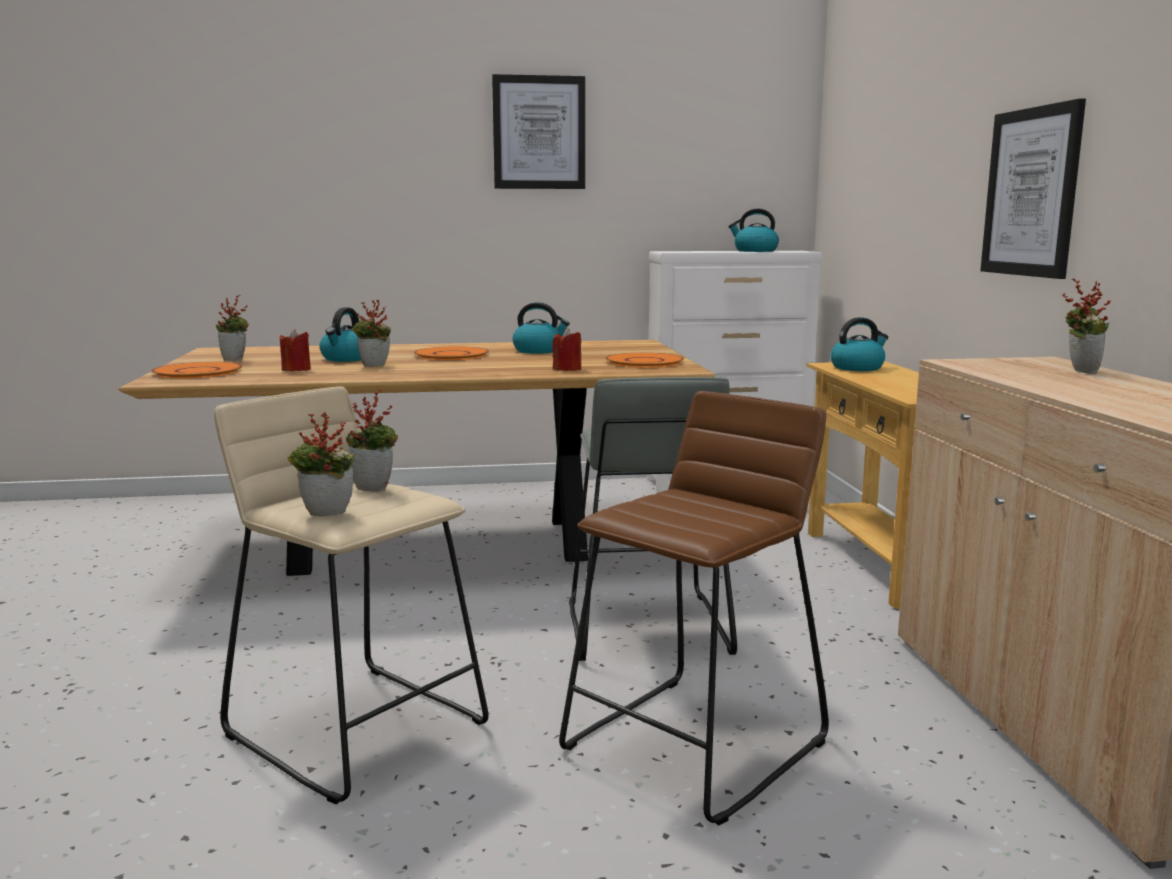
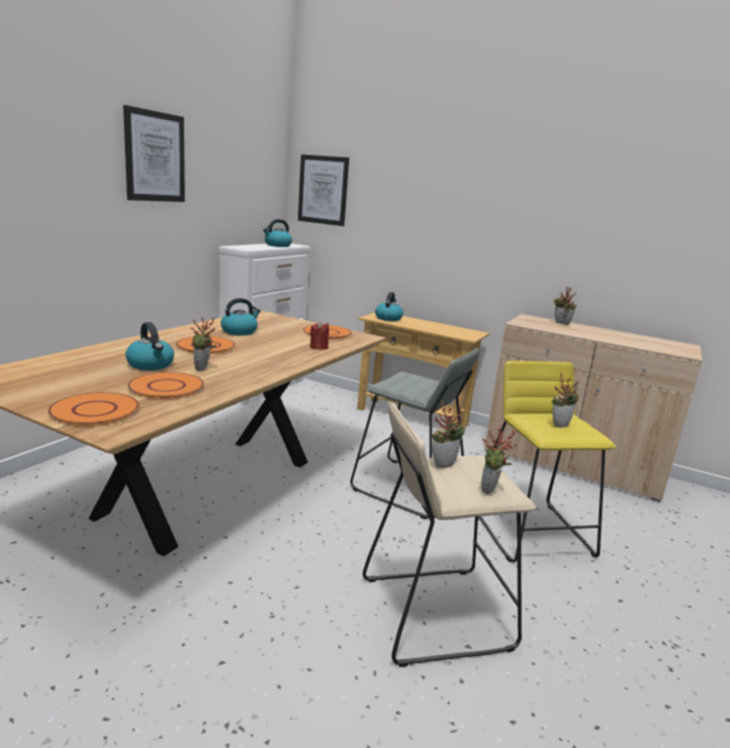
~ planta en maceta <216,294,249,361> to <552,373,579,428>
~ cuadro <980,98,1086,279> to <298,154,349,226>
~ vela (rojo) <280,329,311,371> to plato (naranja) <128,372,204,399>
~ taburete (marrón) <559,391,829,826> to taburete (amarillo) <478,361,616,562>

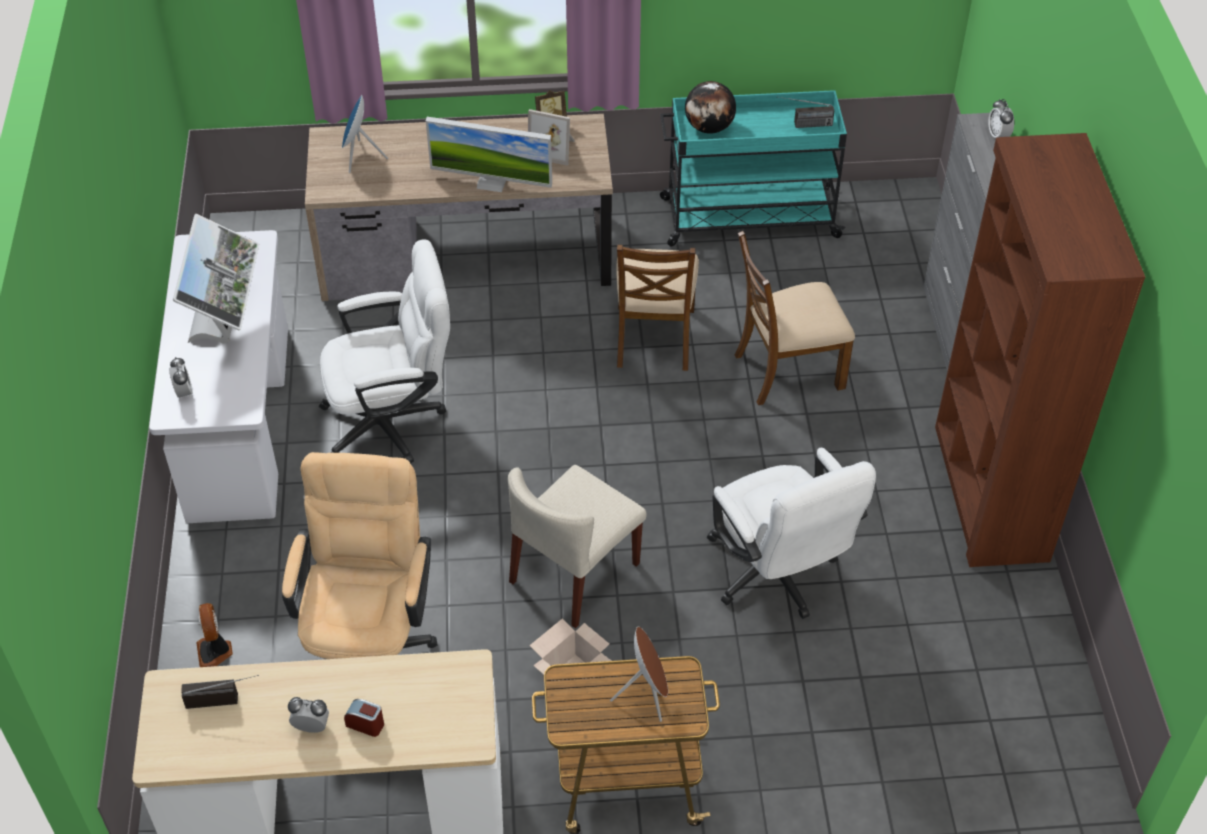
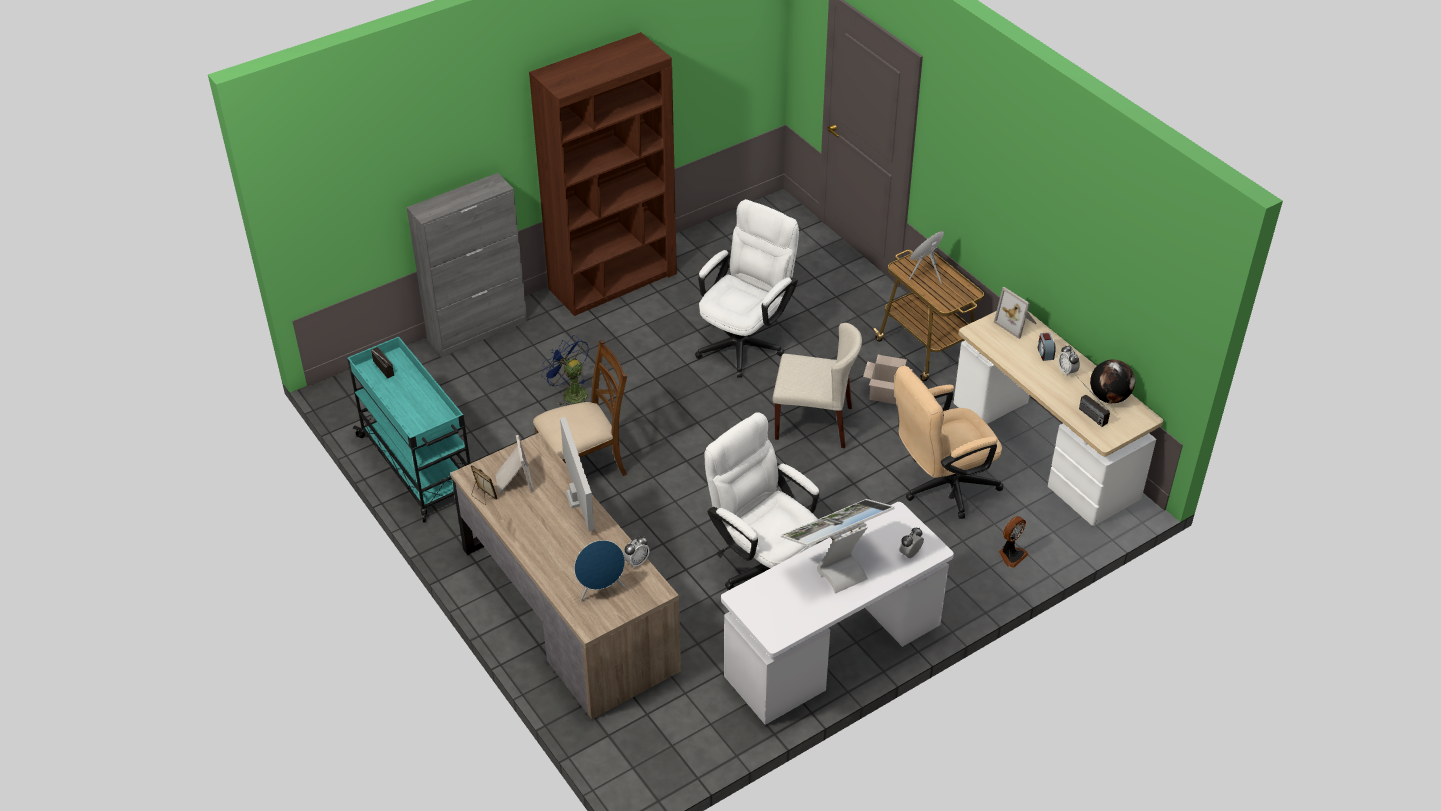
+ portarretratos <994,287,1036,339>
~ globo terráqueo <685,81,736,134> to <1090,359,1135,403>
~ despertador <989,99,1014,138> to <623,536,649,568>
~ silla (marrón) <735,231,855,405> to ventilador (azul) <541,335,589,405>

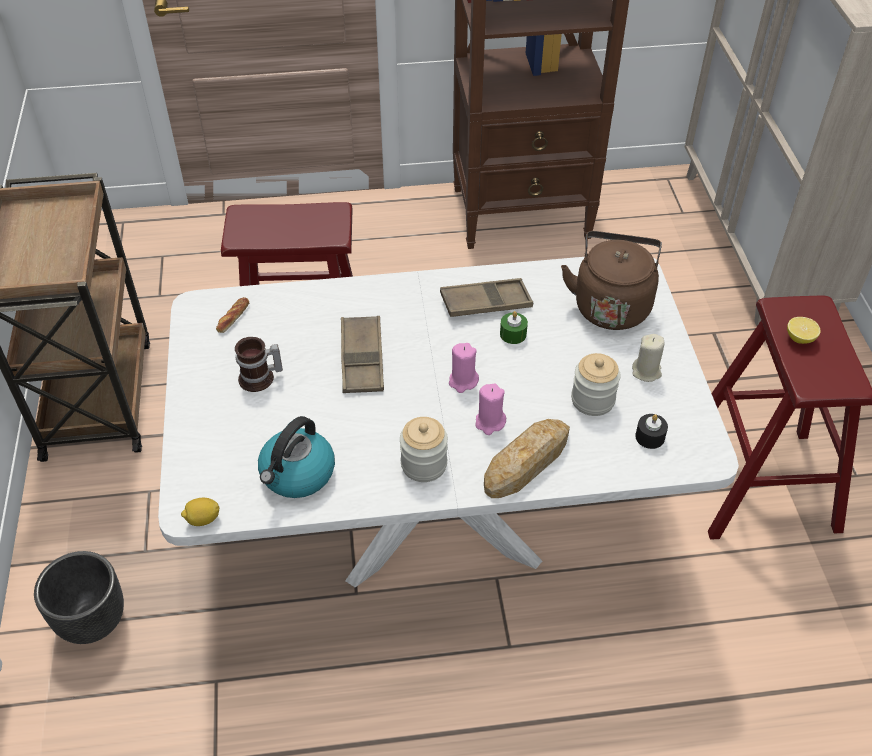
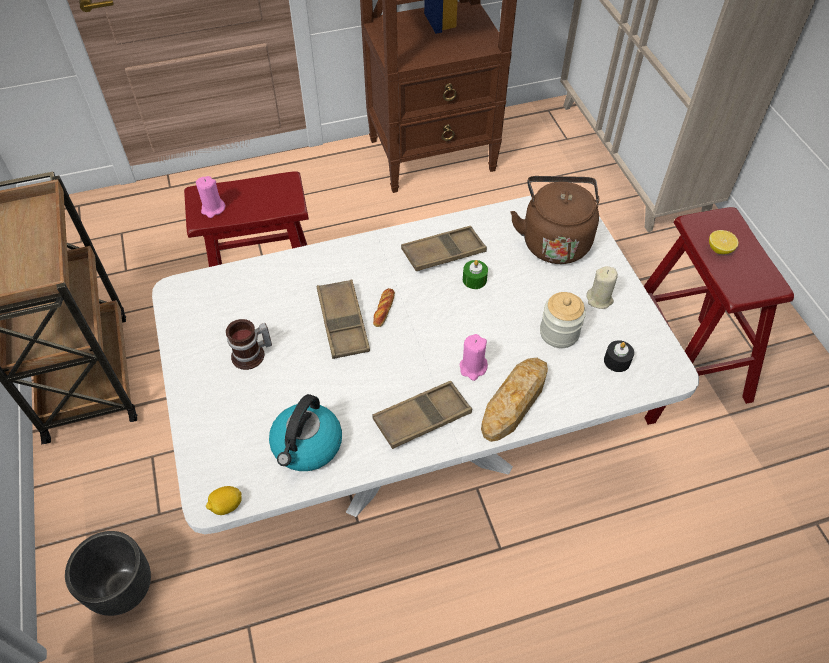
~ pan <216,297,249,333> to <373,288,395,327>
~ vela (rosa) <449,343,479,393> to <196,176,225,218>
~ tarro <400,417,448,482> to bandeja (marrón) <372,381,472,449>

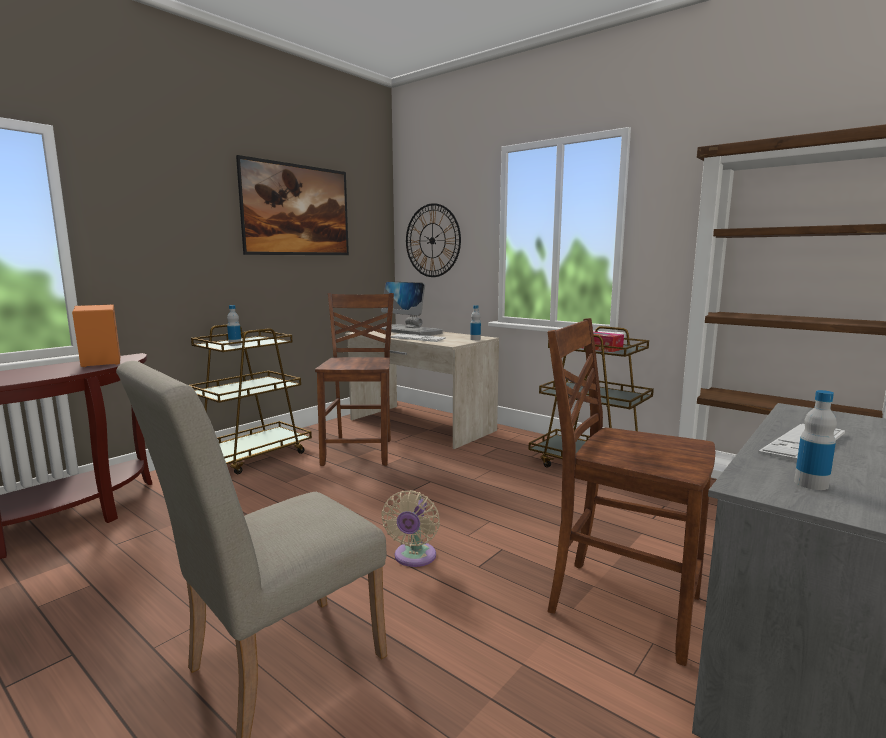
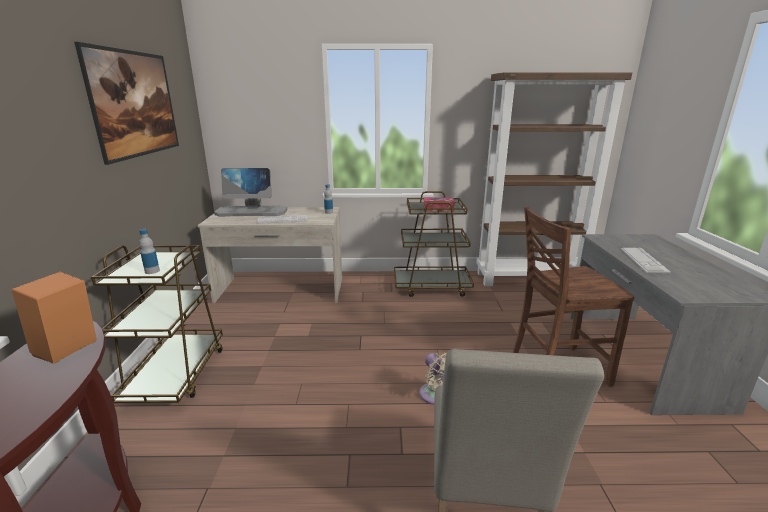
- silla (marrón) <315,293,394,466>
- reloj de pared <406,203,461,277>
- botella <794,390,837,490>

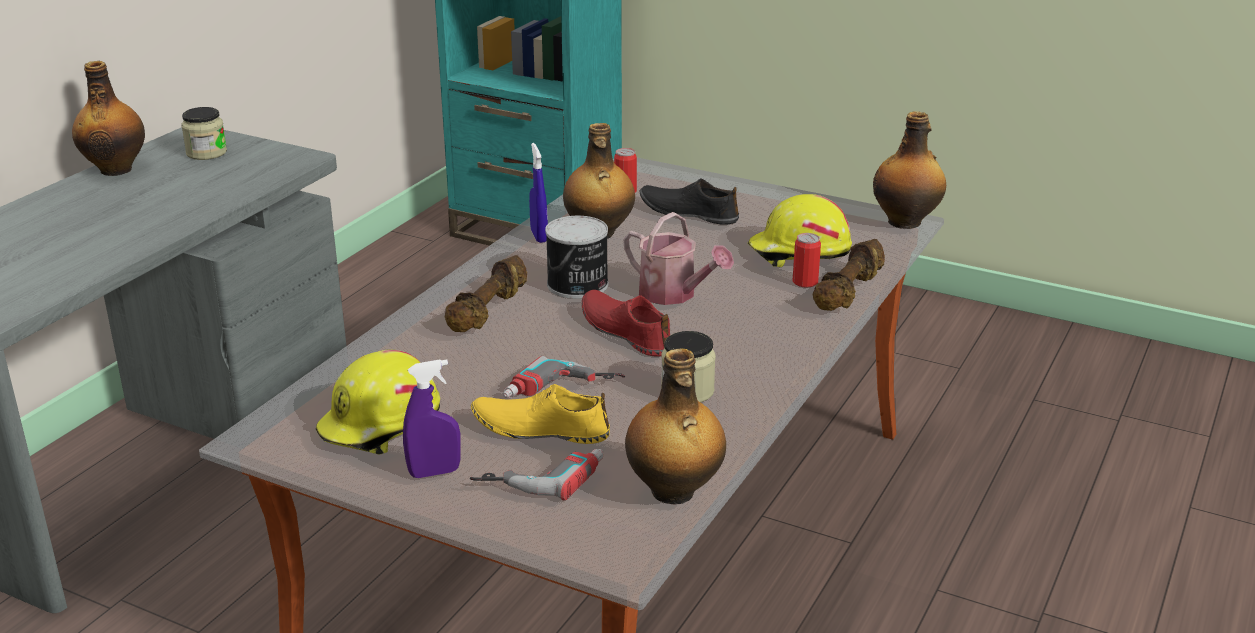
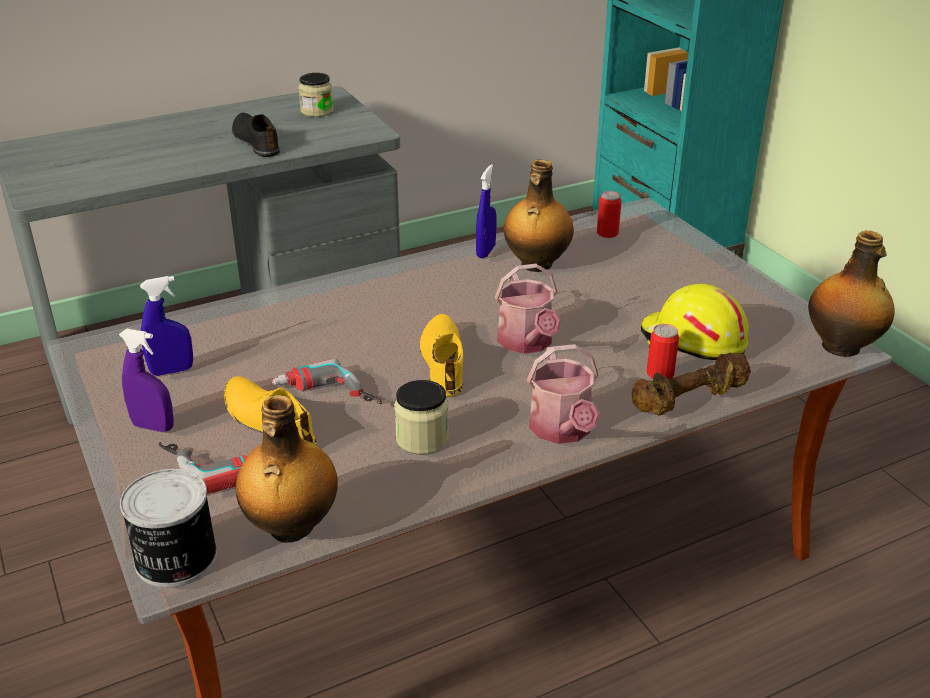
- botella <72,61,145,176>
- mancuerna (marrón) <445,255,527,332>
+ regadera <527,344,600,444>
~ lata <545,216,608,299> to <120,469,218,587>
~ zapato (negro) <639,178,739,225> to <232,113,280,157>
~ casco (amarillo) <315,350,440,455> to pulverizador (azul) <140,276,193,376>
~ zapato (rojo) <582,290,670,357> to zapato (amarillo) <420,314,463,397>

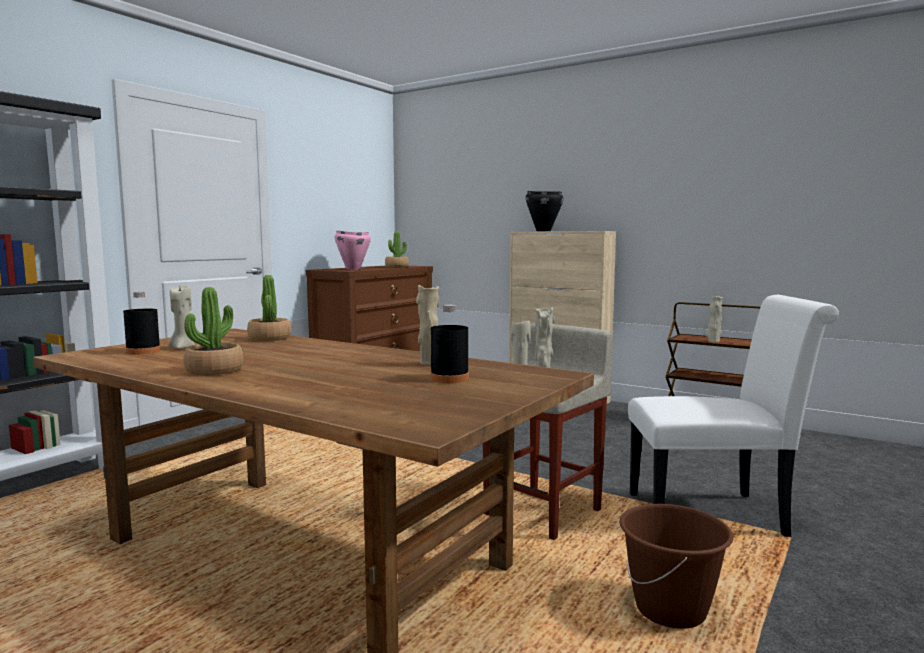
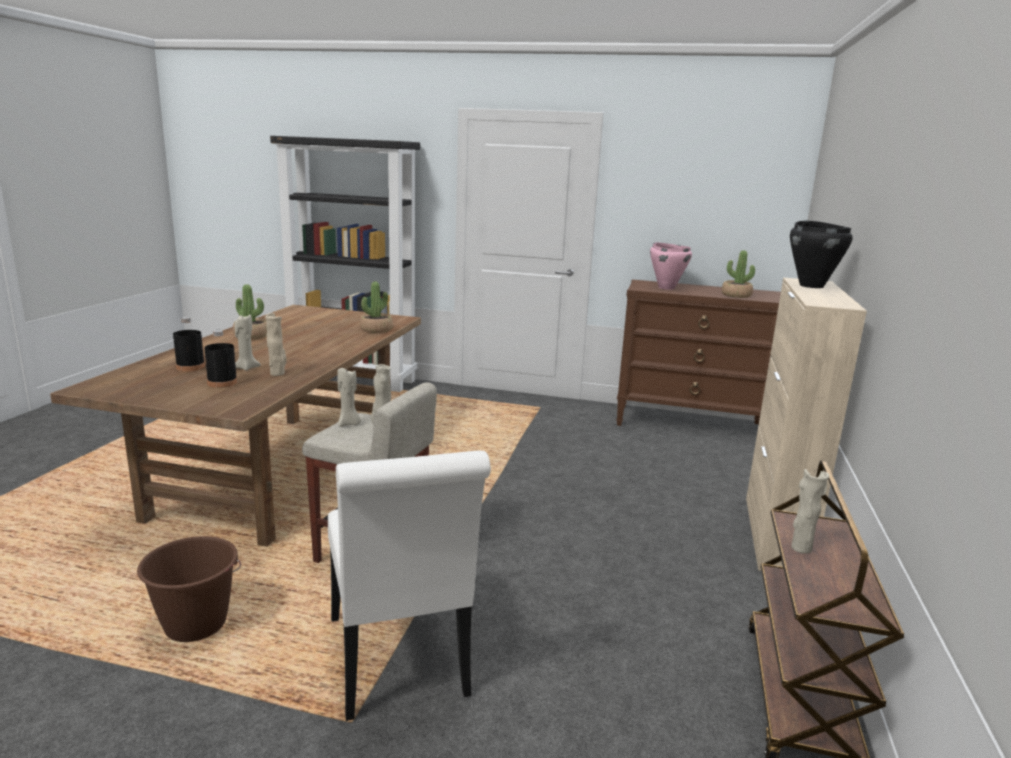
~ botella (negro) <123,292,161,355> to <173,317,205,371>
~ vela (beis) <169,285,195,349> to <234,315,261,371>

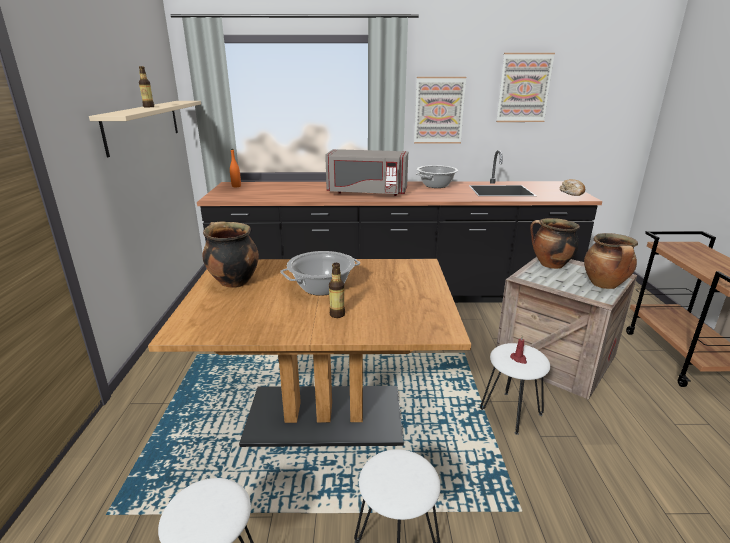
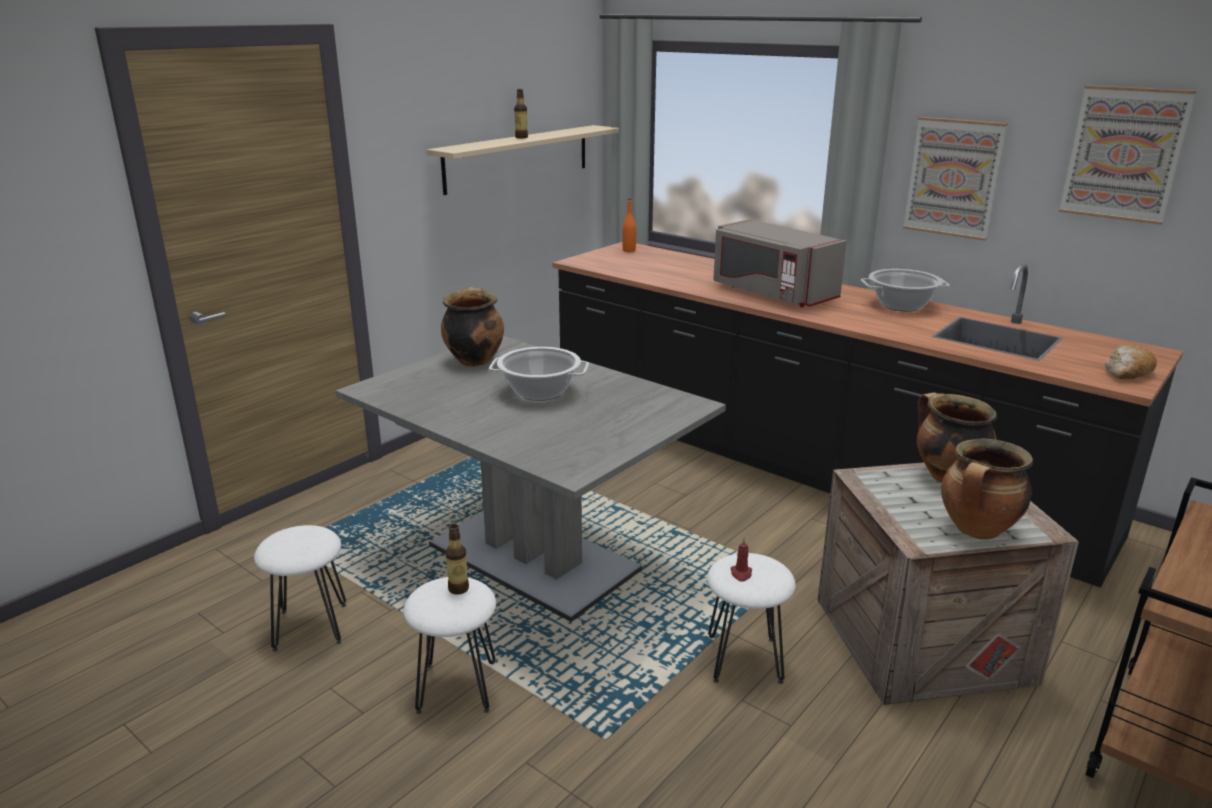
~ botella <329,263,345,318> to <445,524,469,594>
~ mesa de comedor (marrón) <148,259,471,447> to mesa de comedor (gris) <335,336,726,622>

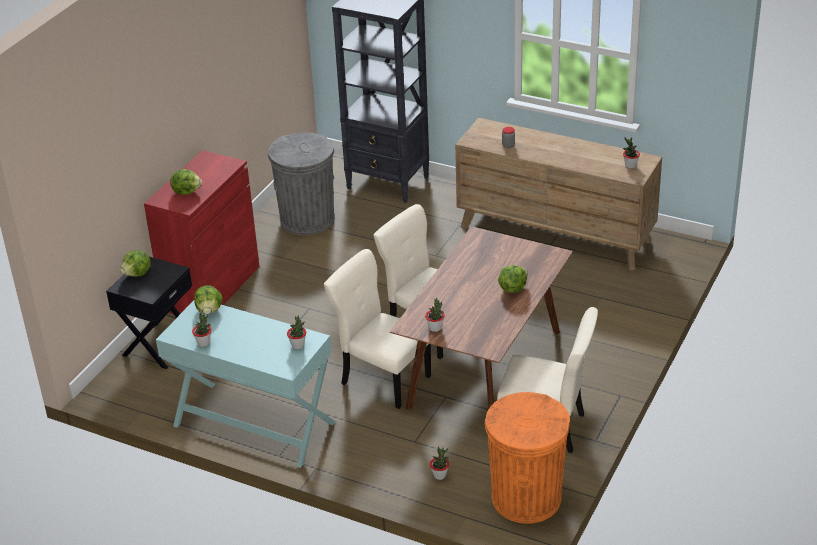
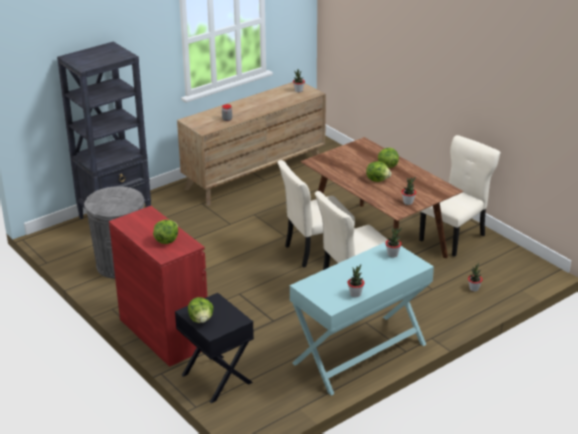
- papelera (naranja) <485,392,570,524>
~ lechuga <194,285,223,314> to <366,161,391,182>

